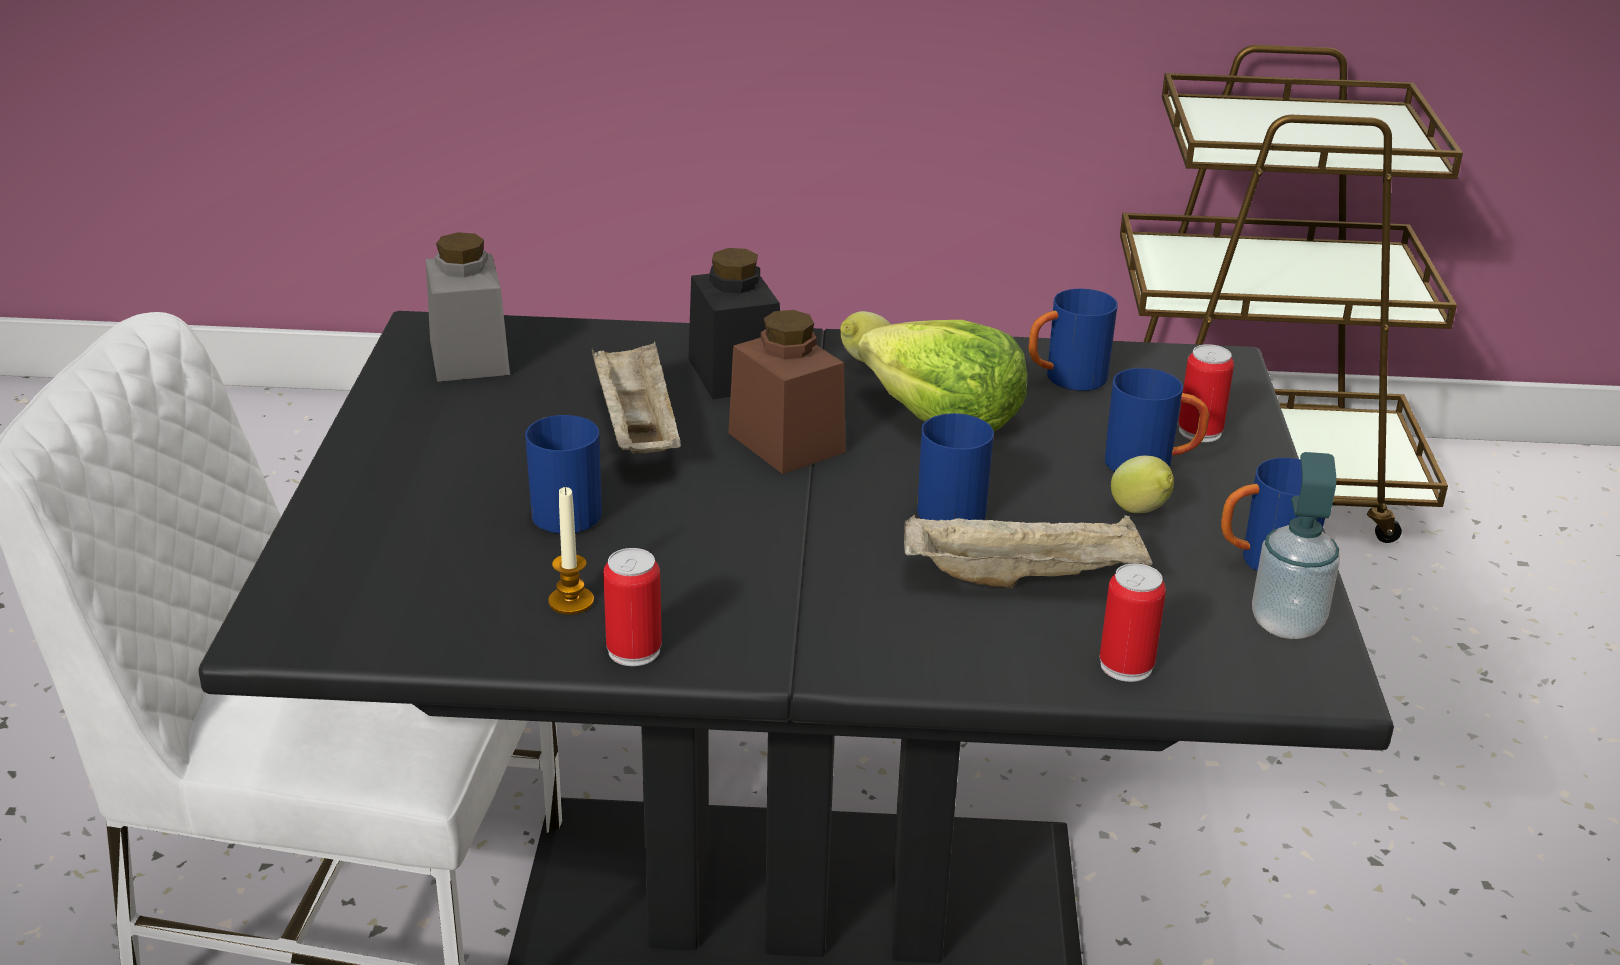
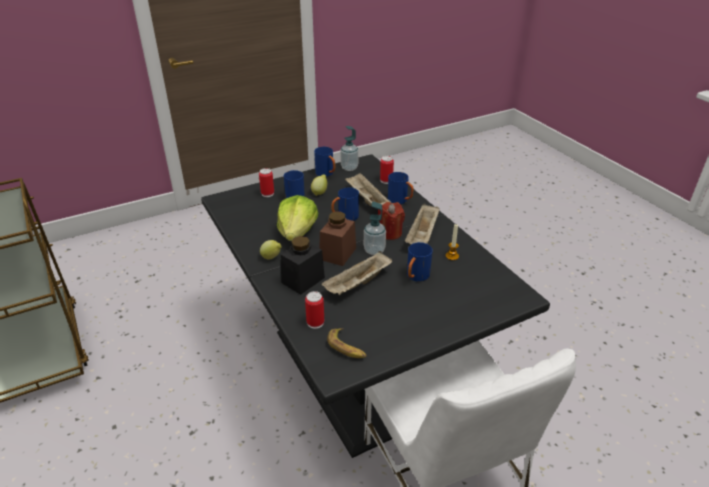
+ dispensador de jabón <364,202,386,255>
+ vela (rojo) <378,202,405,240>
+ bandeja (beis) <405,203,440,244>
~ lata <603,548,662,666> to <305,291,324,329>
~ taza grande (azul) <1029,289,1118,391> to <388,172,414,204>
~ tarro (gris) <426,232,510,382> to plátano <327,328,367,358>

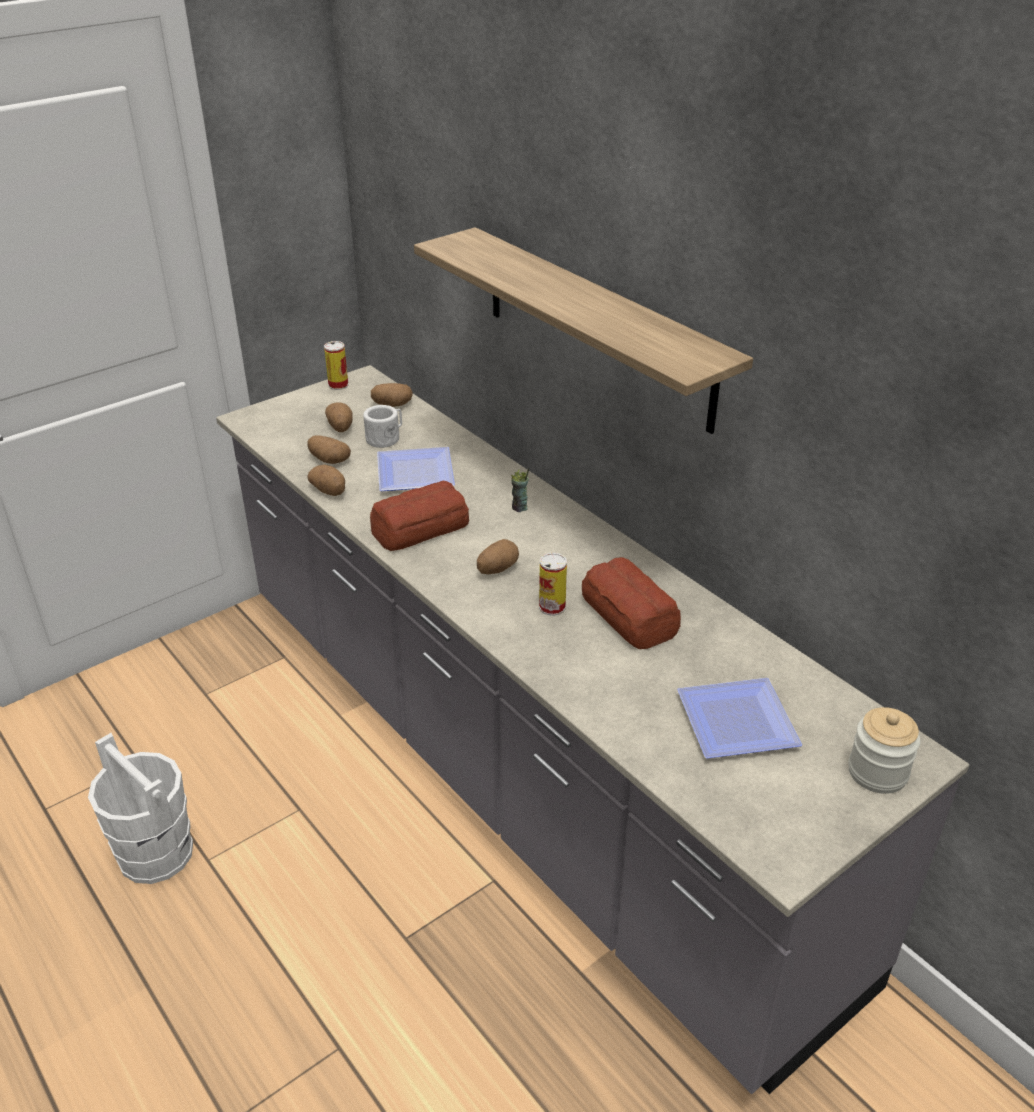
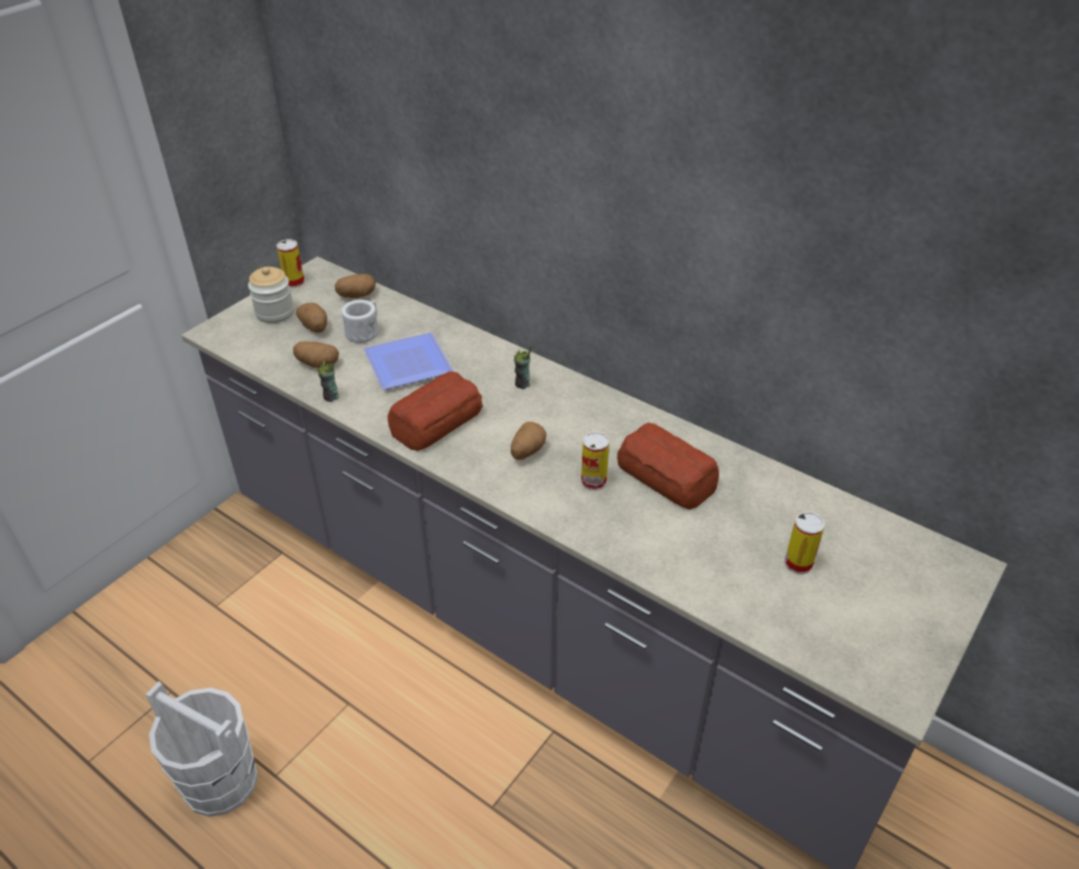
- estante <414,227,753,434>
~ tarro <848,707,920,794> to <248,267,294,323>
~ patata <307,465,345,496> to taza <317,359,339,402>
~ plato <677,678,802,759> to lata <784,512,825,574>

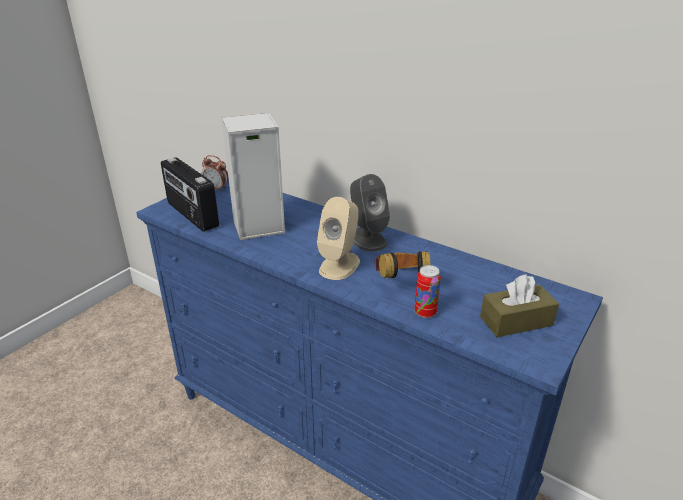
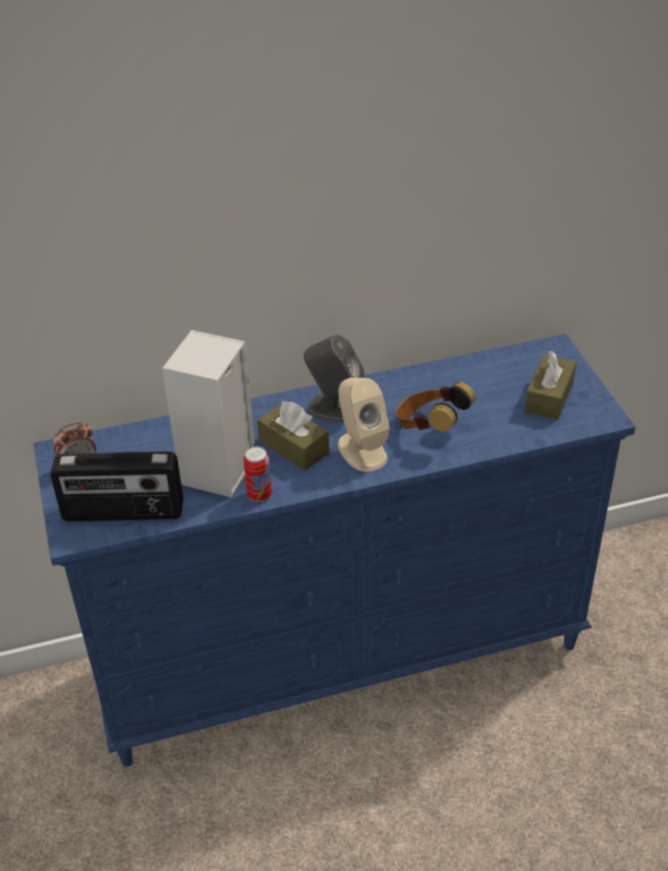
+ caja de pañuelos (marrón) <257,401,329,471>
~ lata <414,265,441,318> to <244,446,272,502>

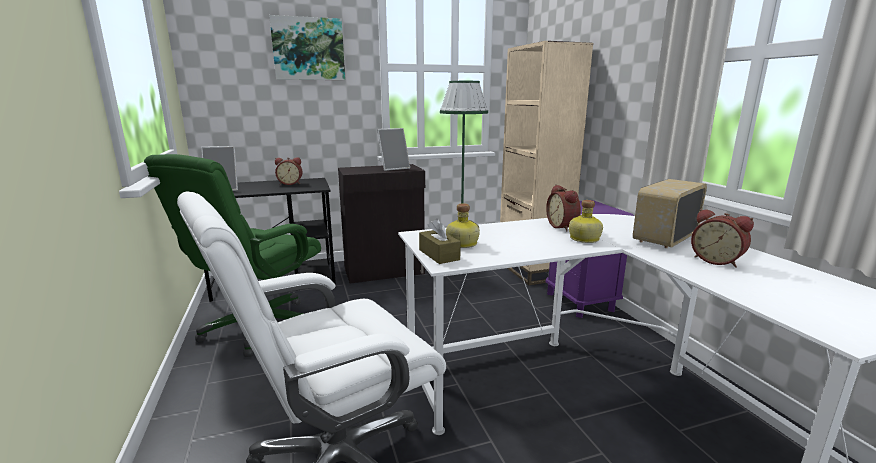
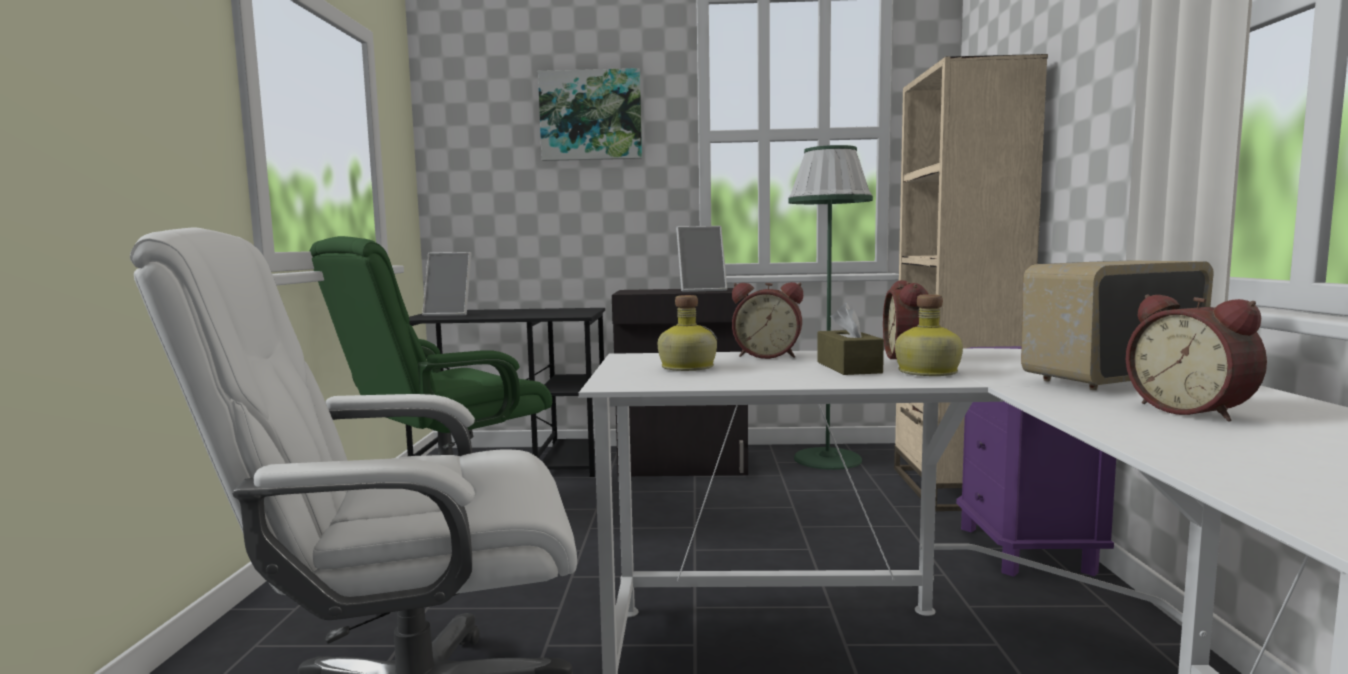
~ despertador <275,157,302,185> to <732,282,803,359>
~ caja de pañuelos (marrón) <419,218,461,264> to <817,303,884,375>

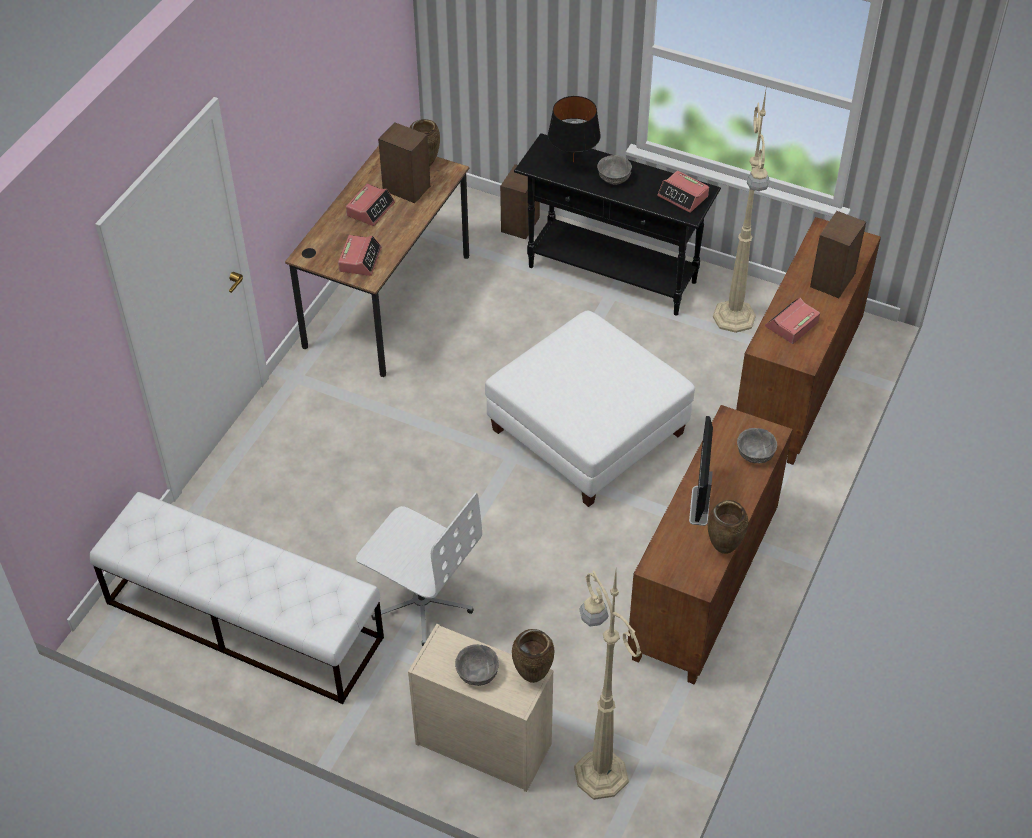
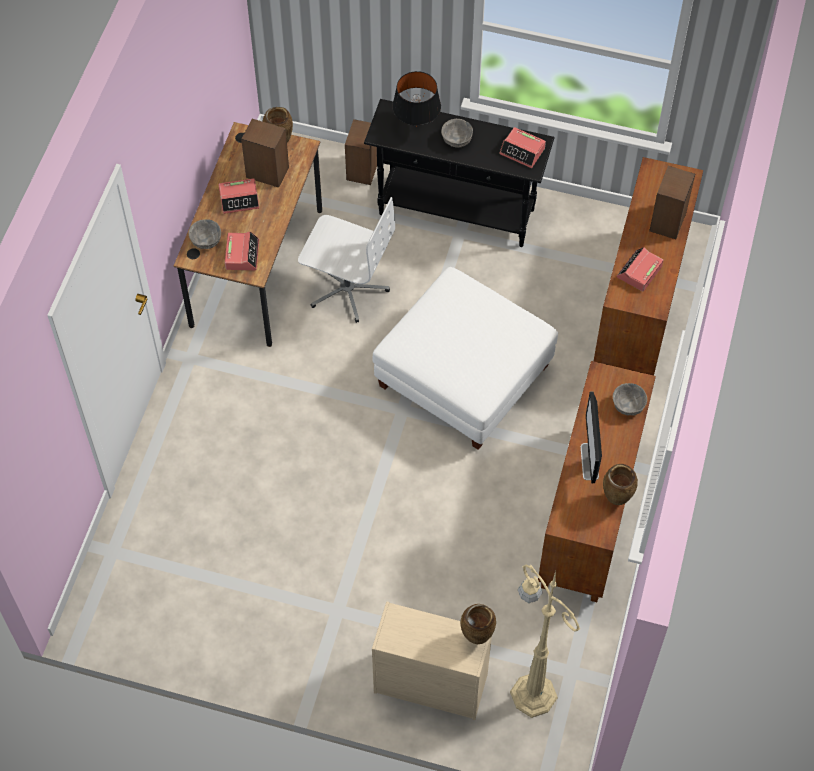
- banco (blanco) <90,492,384,704>
- lámpara de pie (beis) <713,85,770,333>
~ silla de oficina (blanco) <356,492,482,646> to <298,197,395,323>
~ cuenco (gris) <455,644,499,686> to <188,219,221,249>
~ despertador <346,184,395,226> = <218,178,259,214> 60 degrees clockwise

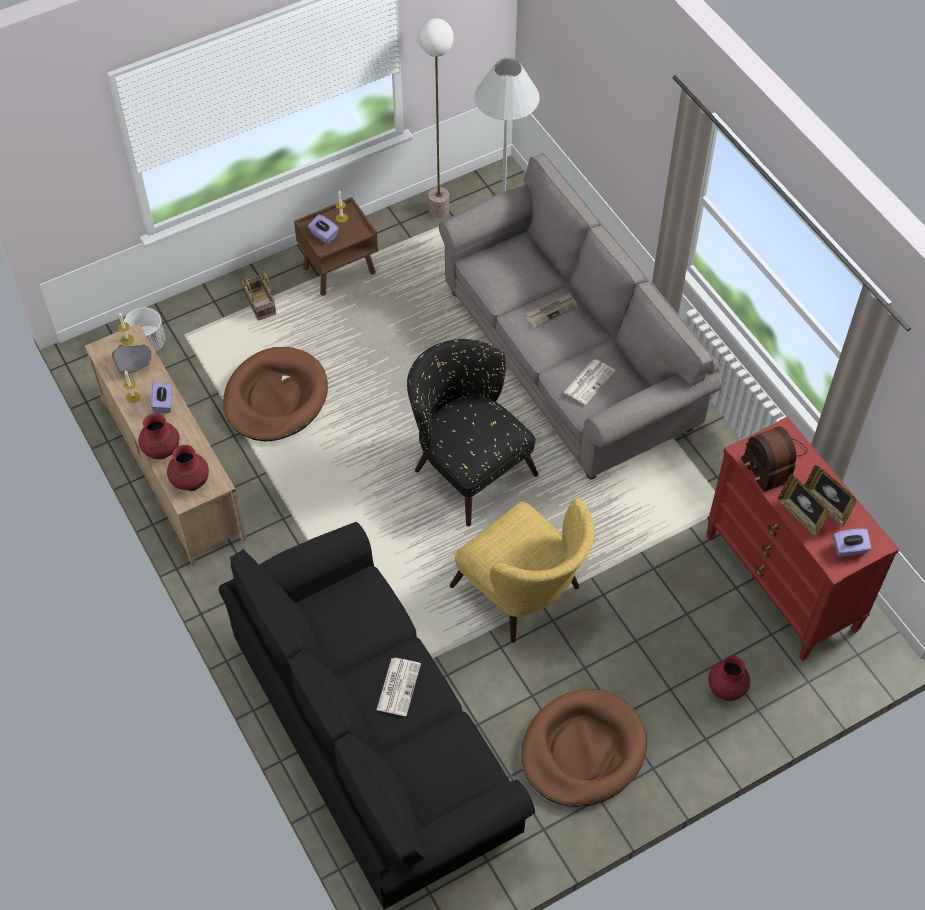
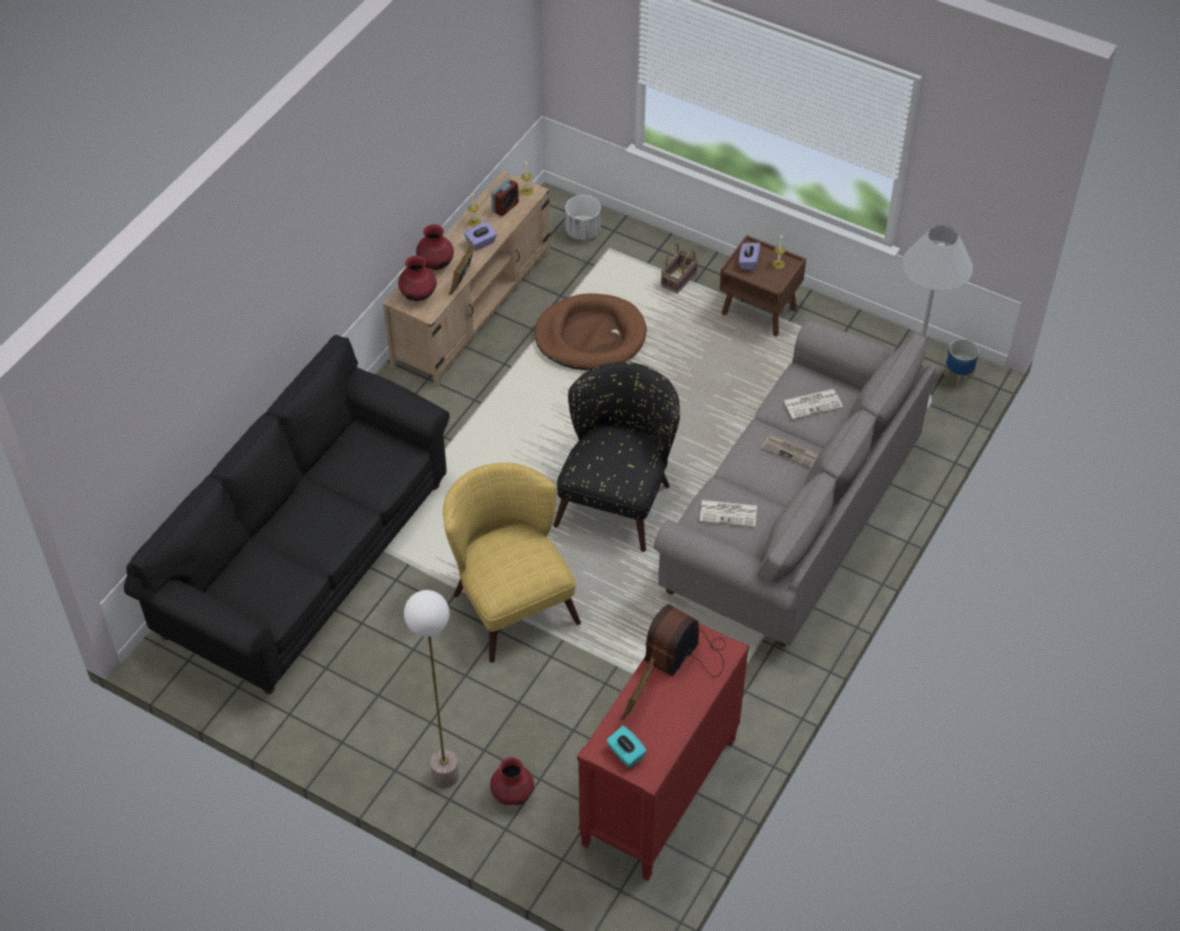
- cama para perro (marrón) <521,689,647,807>
+ maceta <944,339,979,387>
~ periódico <377,658,421,716> to <784,389,843,419>
~ lámpara de pie <418,18,454,218> to <404,590,459,788>
~ portarretratos <805,465,857,527> to <449,241,474,295>
~ cuenco (gris) <112,344,152,373> to despertador <491,178,519,216>
~ caja de pañuelos (morado) <833,529,871,557> to caja de pañuelos (turquesa) <607,726,647,767>
~ sillón (amarillo) <450,497,595,642> = <443,463,581,663> 135 degrees clockwise

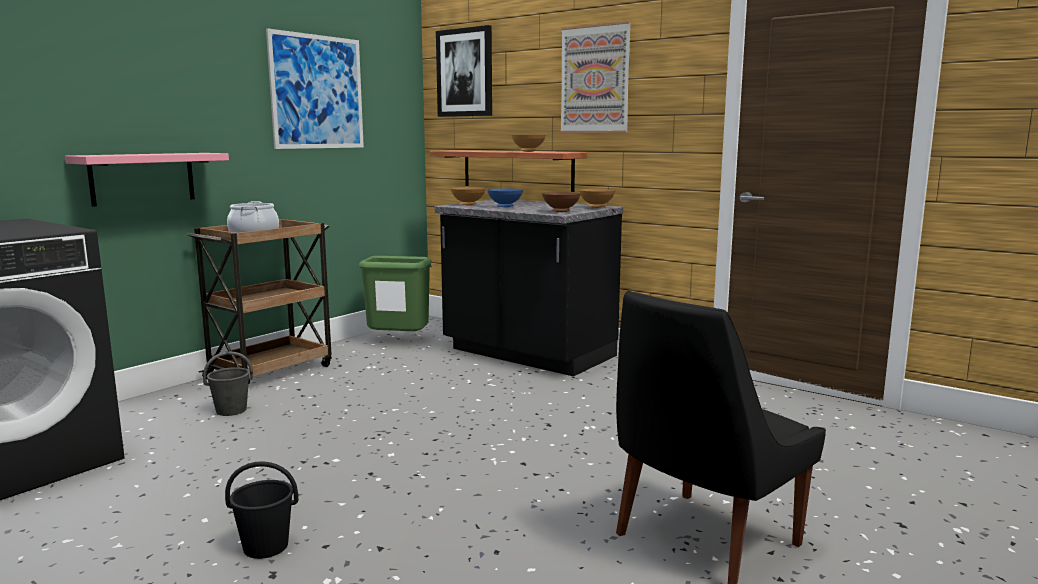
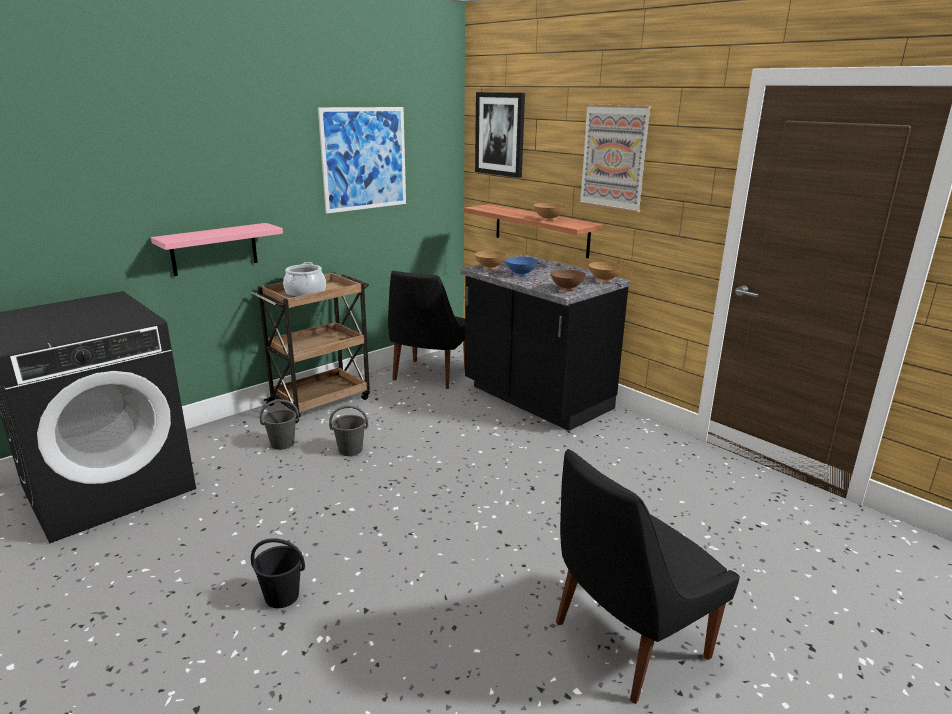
+ cubo (gris) <329,405,368,456>
~ papelera (verde) <359,256,432,331> to silla (negro) <388,271,465,389>

